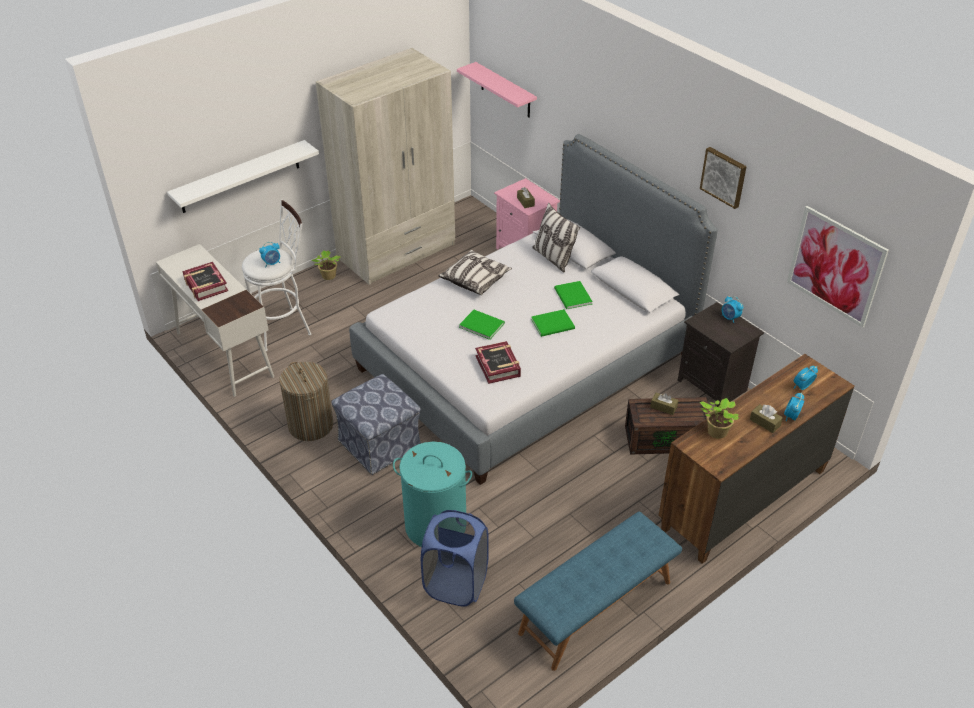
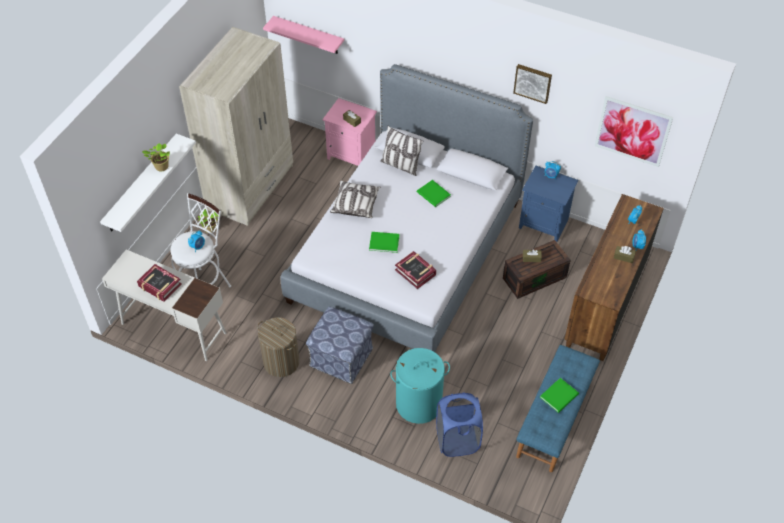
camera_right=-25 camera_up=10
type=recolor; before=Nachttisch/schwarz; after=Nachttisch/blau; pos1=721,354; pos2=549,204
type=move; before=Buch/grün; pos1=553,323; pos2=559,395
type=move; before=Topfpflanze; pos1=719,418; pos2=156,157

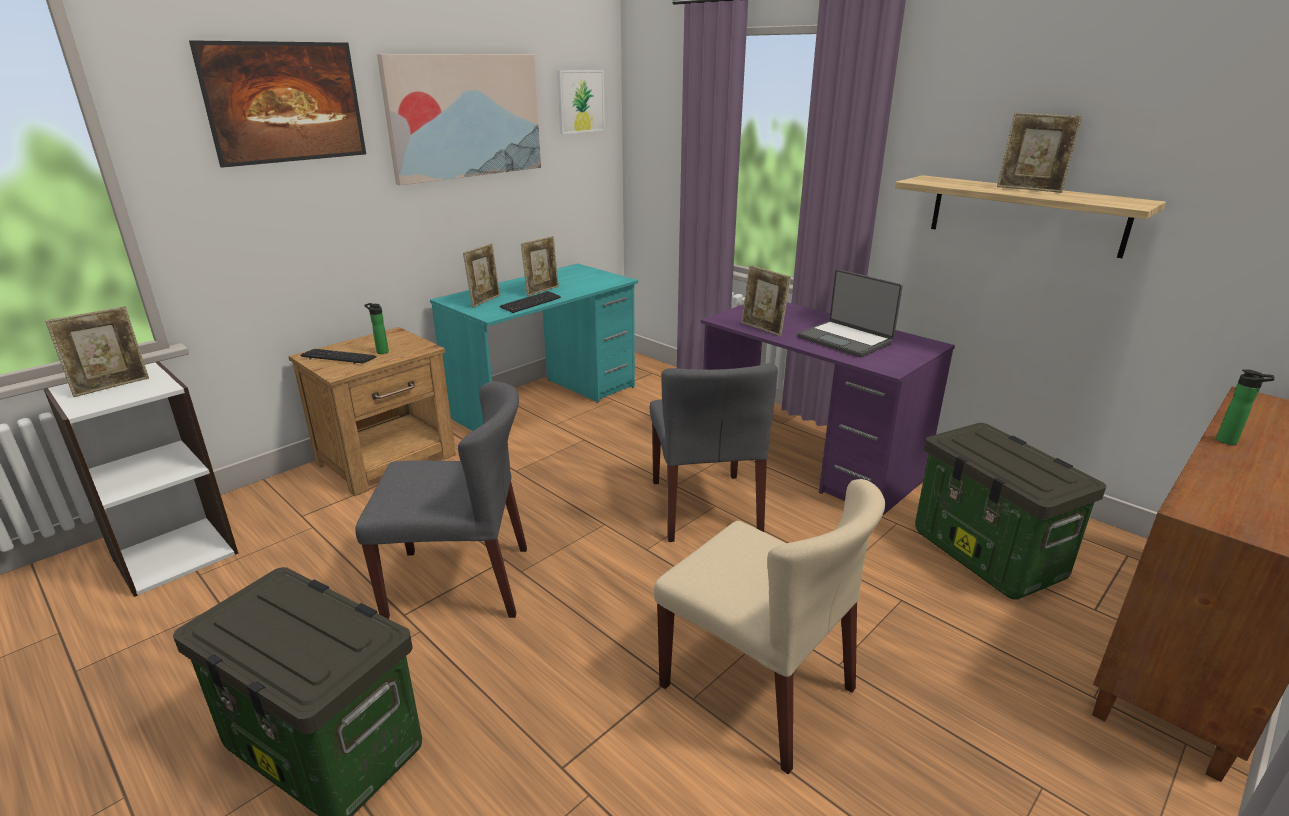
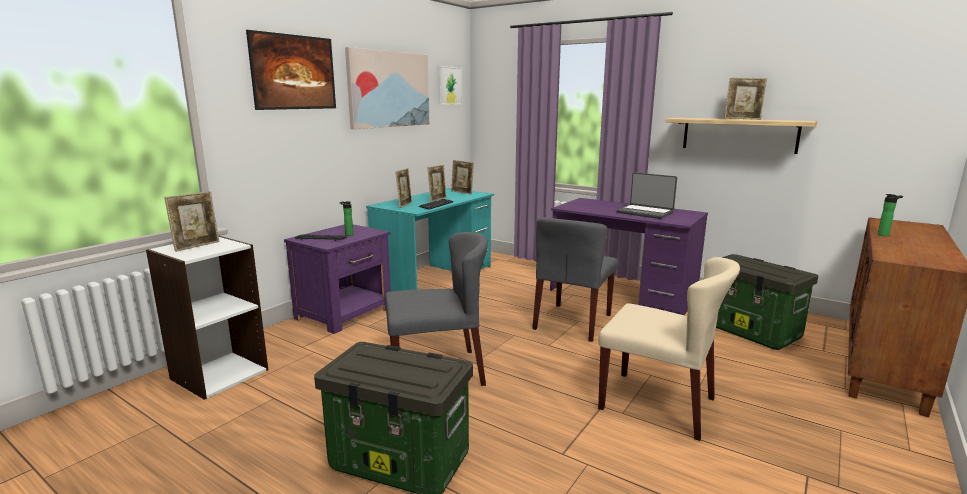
camera_right=-10 camera_up=-10
type=move; before=Bilderrahmen; pos1=766,300; pos2=462,177
type=recolor; before=Nachttisch/braun; after=Nachttisch/lila; pos1=372,411; pos2=337,279
type=rotate; before=Stuhl/grau; pos1=714,452; pos2=575,279; turn=45

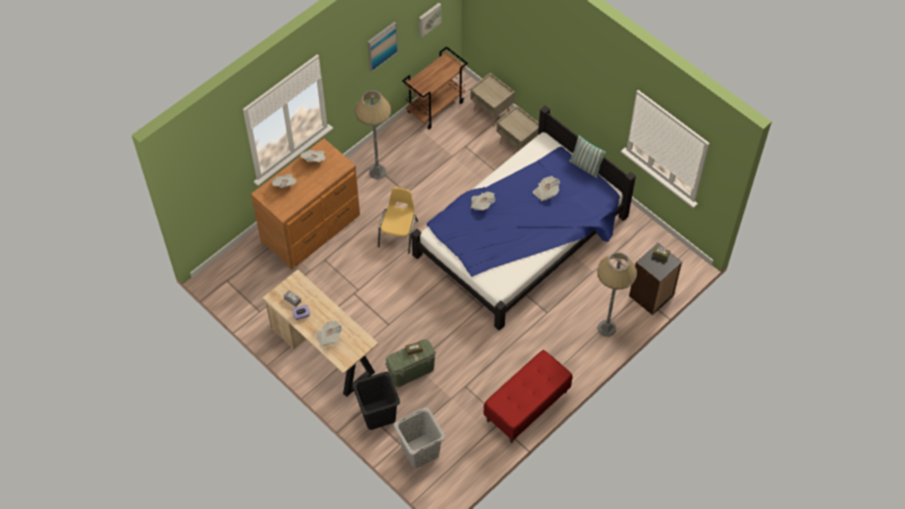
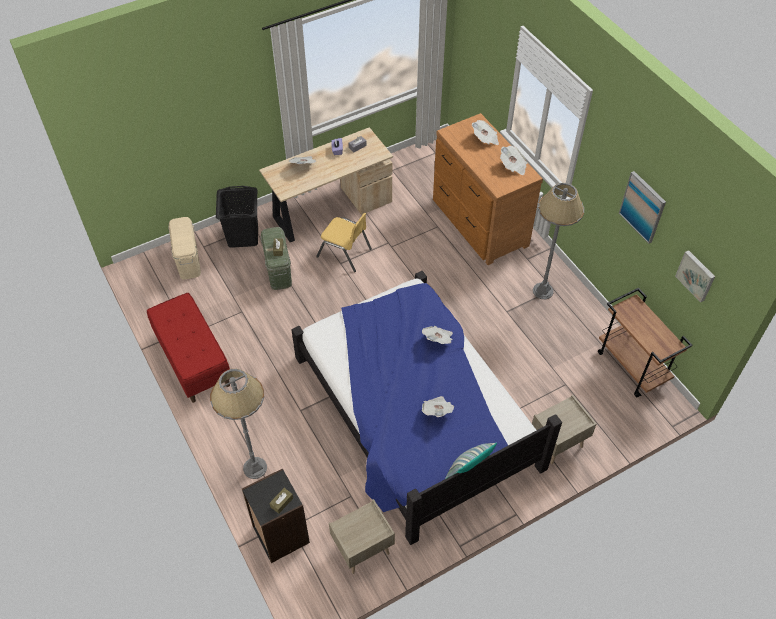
camera_right=105 camera_up=-5
type=move; before=Nachttisch/beige; pos1=492,99; pos2=362,536
type=move; before=Stuhl/gelb; pos1=398,220; pos2=344,242
type=replace; before=Wäschekorb/grau; after=Aufbewahrungsbox/beige; pos1=419,438; pos2=184,248

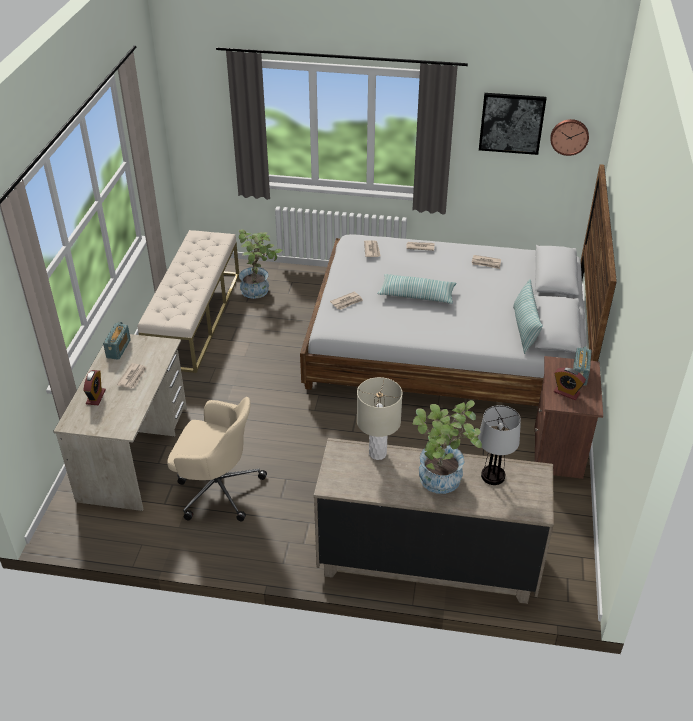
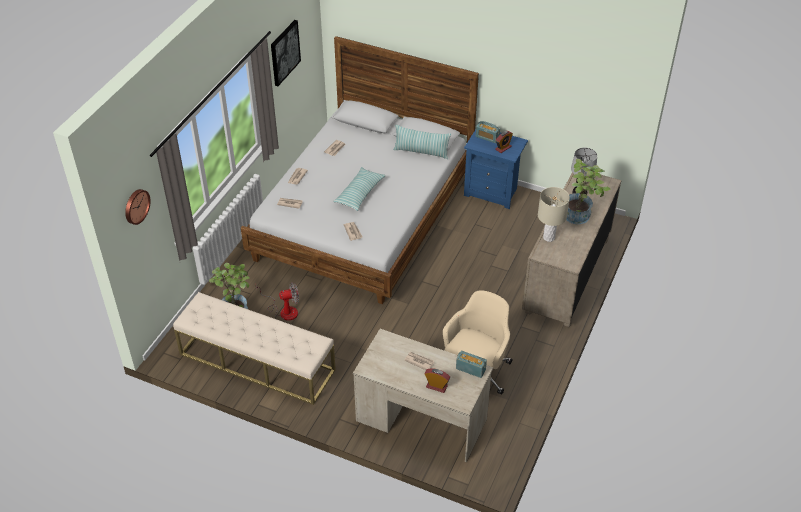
camera_right=-75 camera_up=5
type=move; before=Wanduhr; pos1=569,137; pos2=138,207
type=move; before=Radio; pos1=117,341; pos2=471,364
type=recolor; before=Nachttisch/braun; after=Nachttisch/blau; pos1=569,417; pos2=496,169
type=insert; after=Ventilator; pos2=277,301

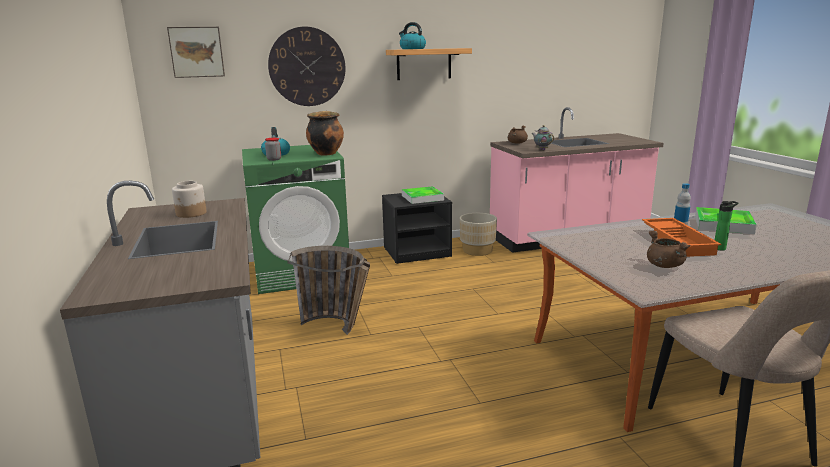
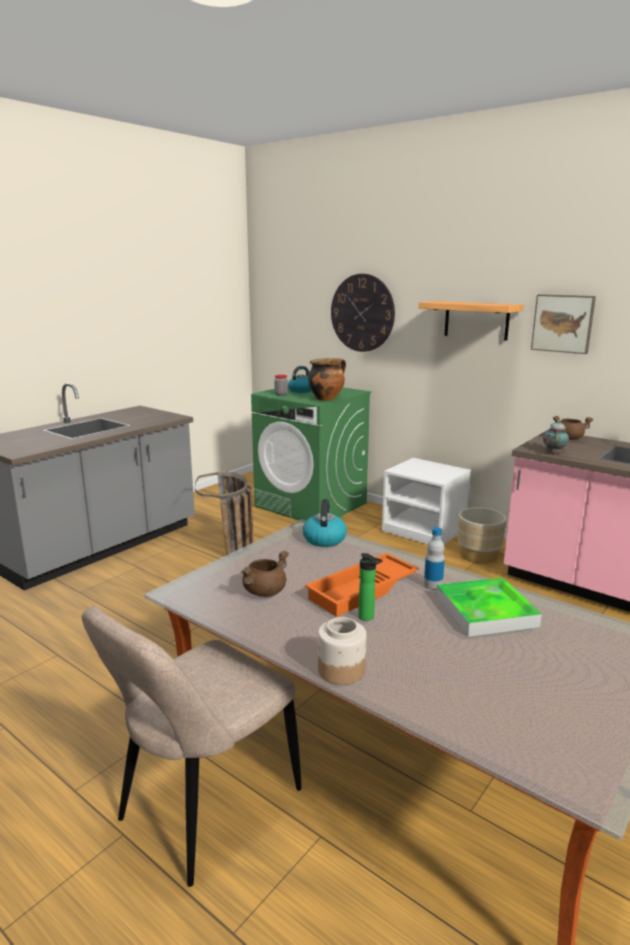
camera_right=55 camera_up=0
type=move; before=Wasserkessel; pos1=412,35; pos2=325,523
type=move; before=Bild; pos1=196,52; pos2=563,324
type=move; before=Vorratsglas; pos1=189,199; pos2=342,651
type=delete; before=Tablett; pos1=423,195
type=recolor; before=Nachttisch/schwarz; after=Nachttisch/weiß; pos1=417,228; pos2=426,501

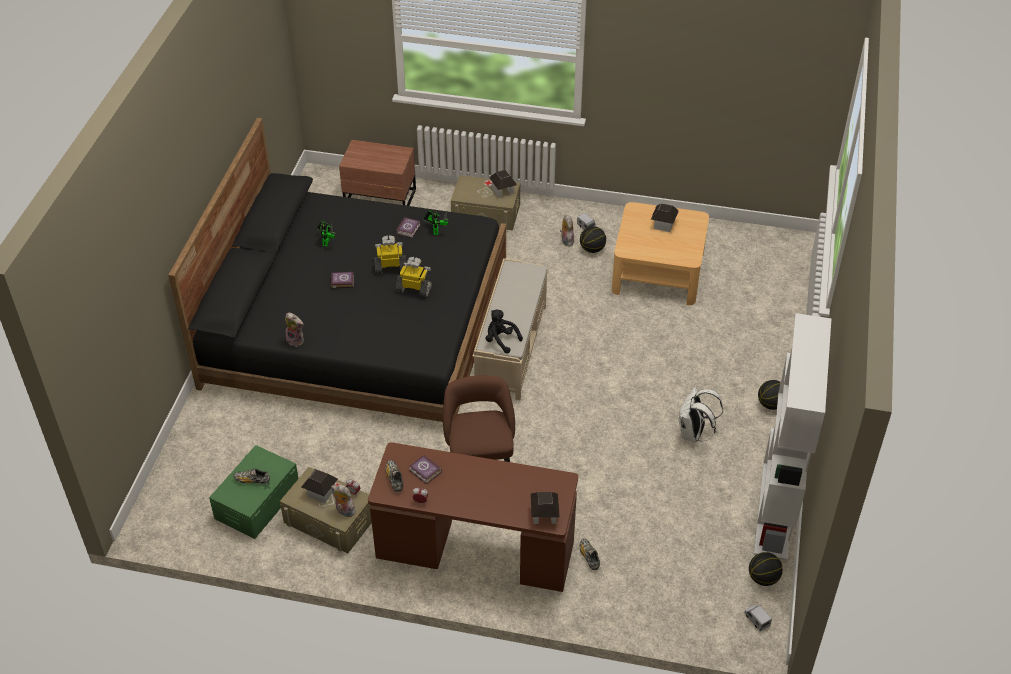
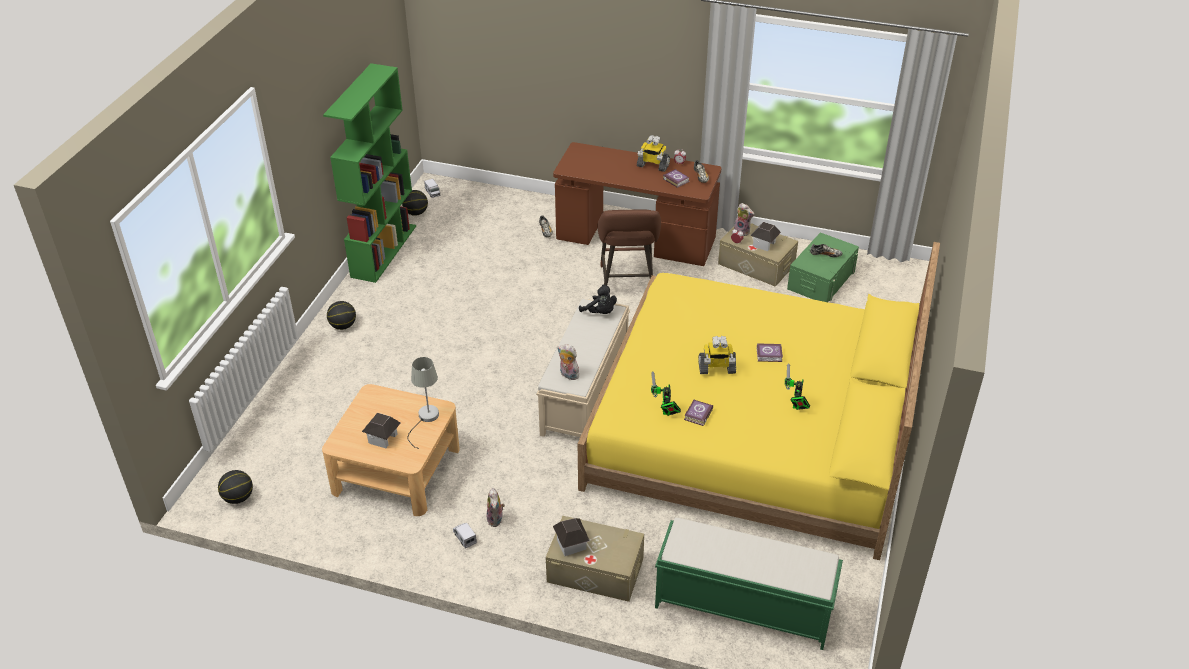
camera_right=-175 camera_up=-5
type=recolor; before=Bett/schwarz; after=Bett/gelb; pos1=337,270; pos2=759,401
type=replace; before=Nachttisch/braun; after=Bank/grün; pos1=377,173; pos2=749,584
type=move; before=Basketball; pos1=593,239; pos2=235,487
type=move; before=Spielzeugroboter; pos1=414,277; pos2=653,153
type=move; before=Plüschtier; pos1=294,330; pos2=568,362
type=recolor; before=Bücherregal/weiß; after=Bücherregal/grün; pos1=793,436; pos2=369,173
type=delete; before=Rucksack/weiß; pos1=701,414
type=delete; before=Spielzeughaus; pos1=545,508
type=insert; after=Tischlampe/grau; pos2=423,403

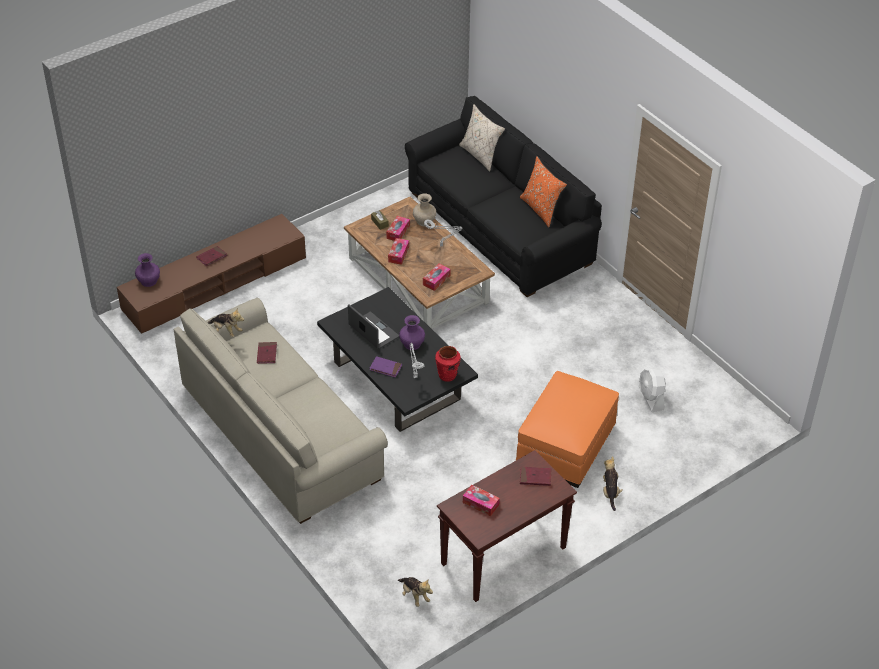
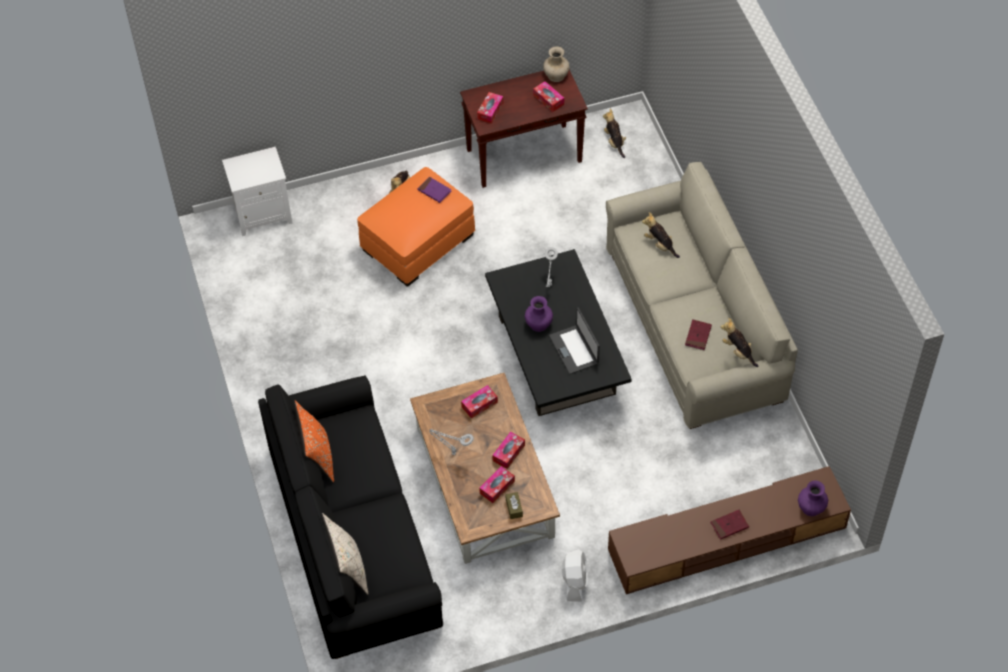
camera_right=-160 camera_up=10
type=move; before=Vase/beige; pos1=424,209; pos2=556,64
type=delete; before=Vase/rot; pos1=447,364
type=move; before=Buch/lila; pos1=386,367; pos2=434,190
type=move; before=Ventilator/weiß; pos1=652,389; pos2=575,575
type=replace; before=Buch/rot; after=Taschentuchbox; pos1=536,476; pos2=490,108
type=insert; after=Nachttisch/weiß; pos2=257,191
type=insert; after=Plüschtier; pos2=661,235

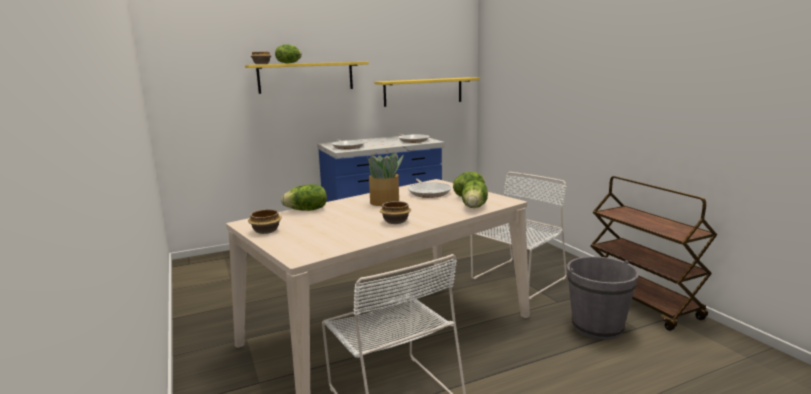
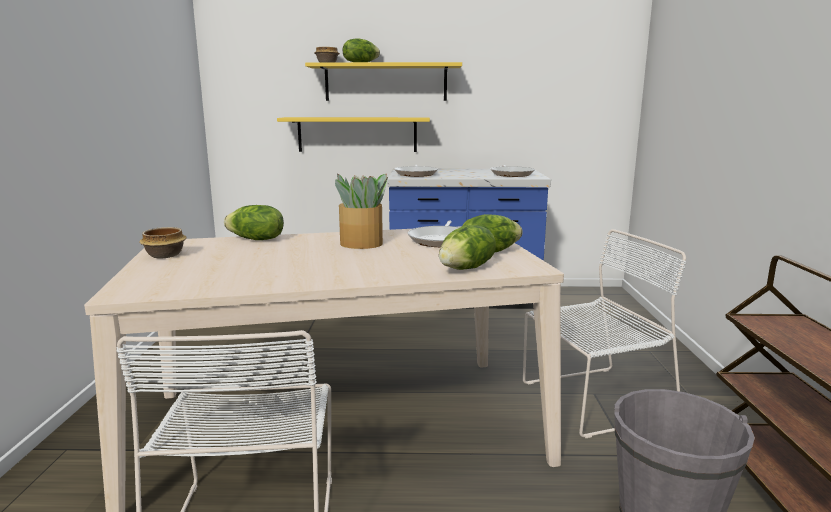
camera_right=25 camera_up=0
type=move; before=Wandregal/gelb; pos1=427,92; pos2=353,134
type=delete; before=Schüssel; pos1=395,212

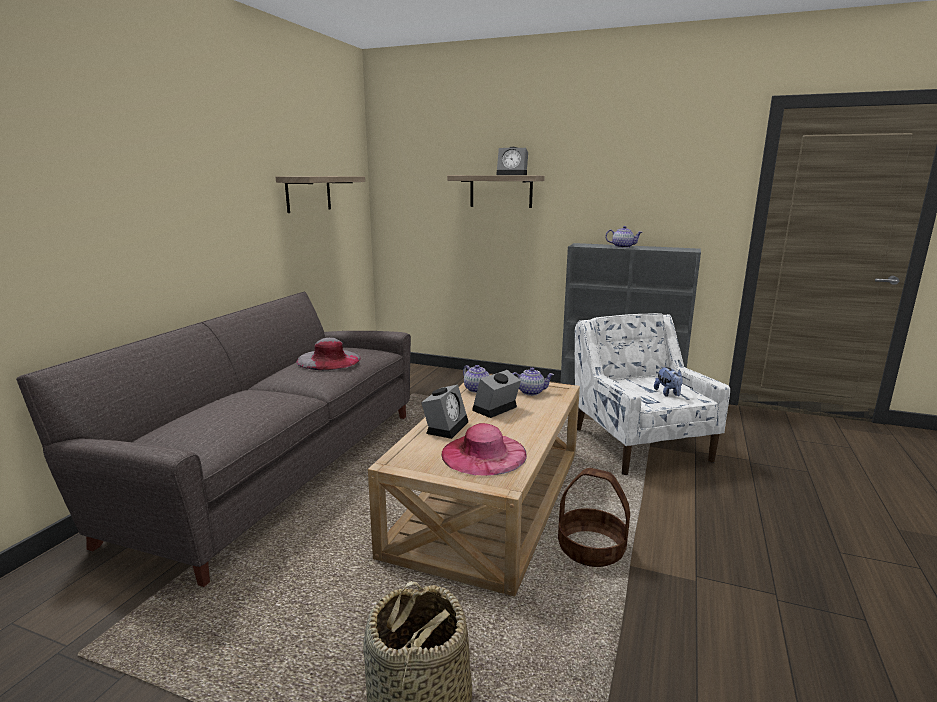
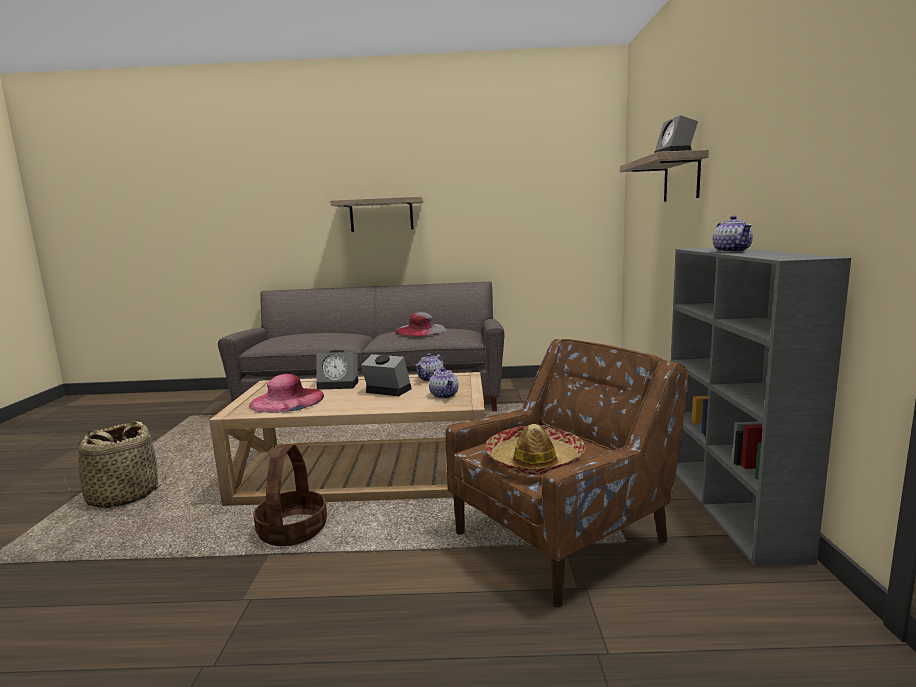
camera_right=70 camera_up=-5
type=move; before=Wandregal; pos1=320,194; pos2=376,214
type=recolor; before=Sessel/weiß; after=Sessel/braun; pos1=652,394; pos2=567,473
type=replace; before=Plüschtier; after=Hut; pos1=668,381; pos2=535,449

